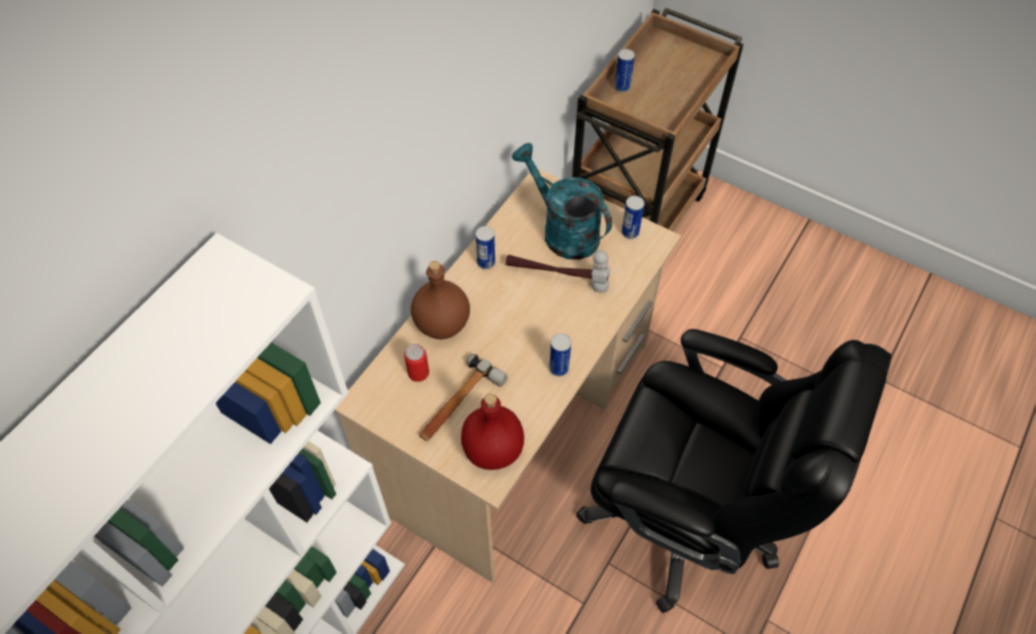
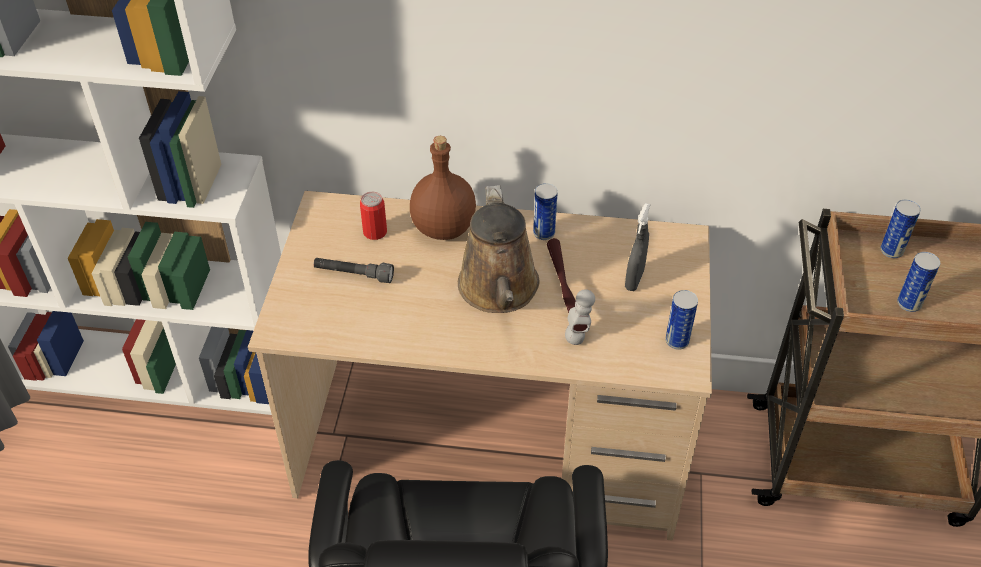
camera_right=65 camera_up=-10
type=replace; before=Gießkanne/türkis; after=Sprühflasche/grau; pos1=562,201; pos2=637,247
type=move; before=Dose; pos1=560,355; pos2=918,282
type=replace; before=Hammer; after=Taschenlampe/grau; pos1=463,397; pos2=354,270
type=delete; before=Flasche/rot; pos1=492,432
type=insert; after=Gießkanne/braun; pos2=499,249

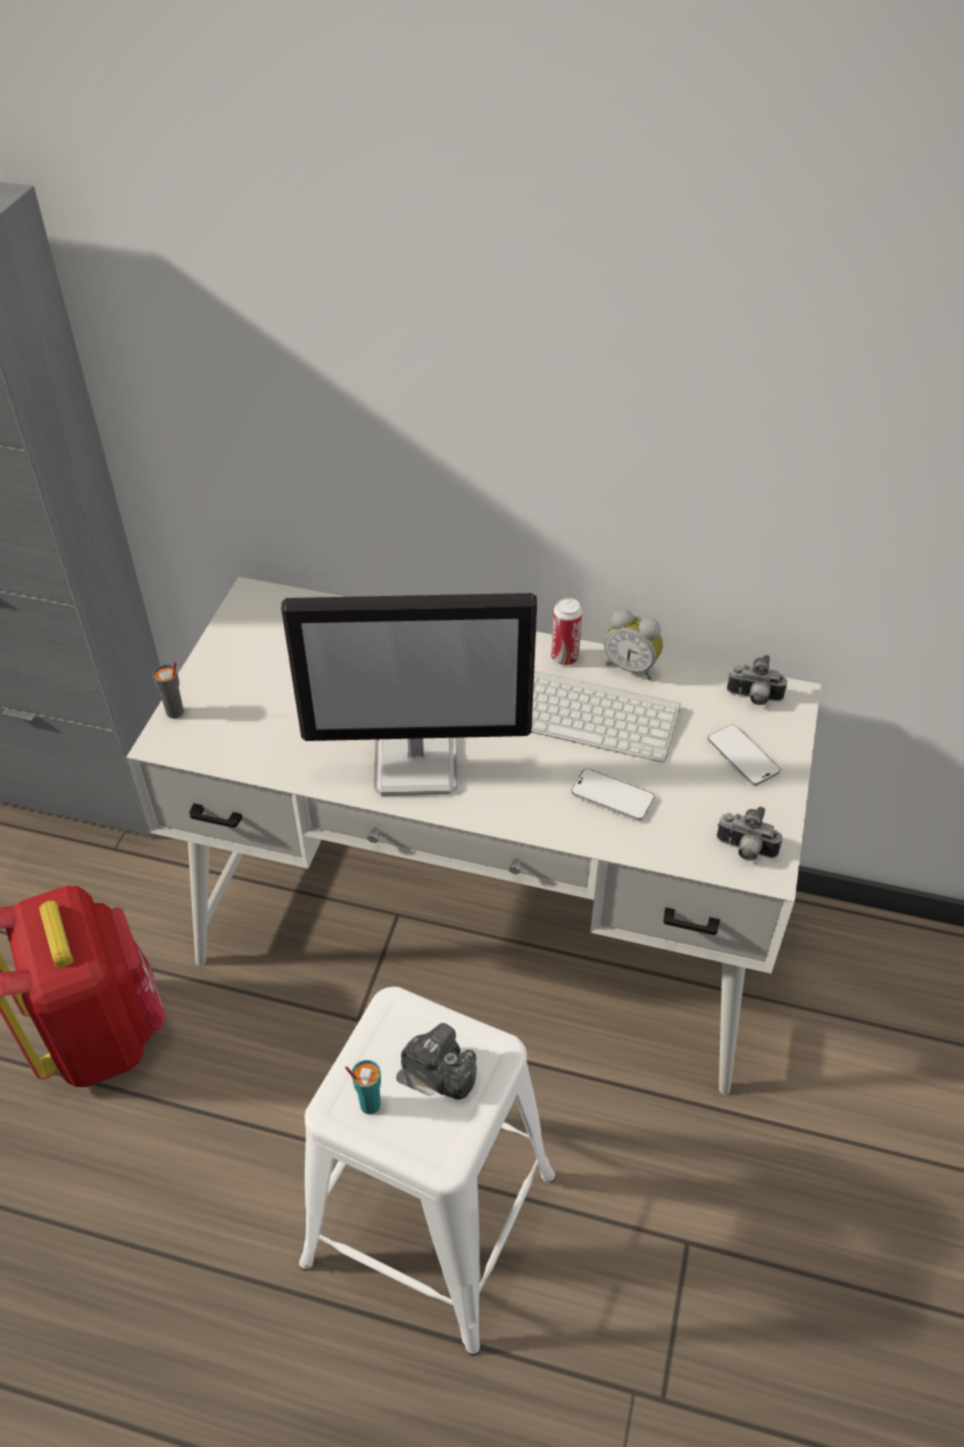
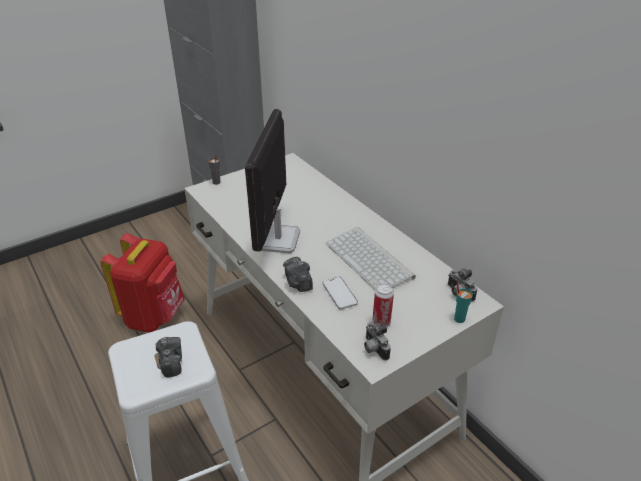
camera_right=40 camera_up=-10
type=rotate; before=Monitor; pos1=409,694; pos2=272,181; turn=60
type=move; before=Dose; pos1=566,631; pos2=383,305
type=delete; before=Wecker; pos1=633,644
type=delete; before=Handy; pos1=744,755
type=move; before=Tasse/türkis; pos1=363,1087; pos2=463,302
type=insert; after=Kamera; pos2=298,274

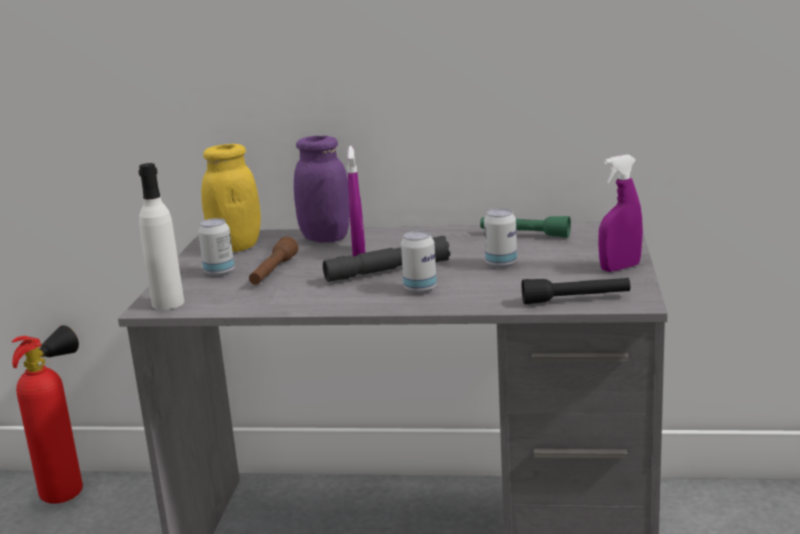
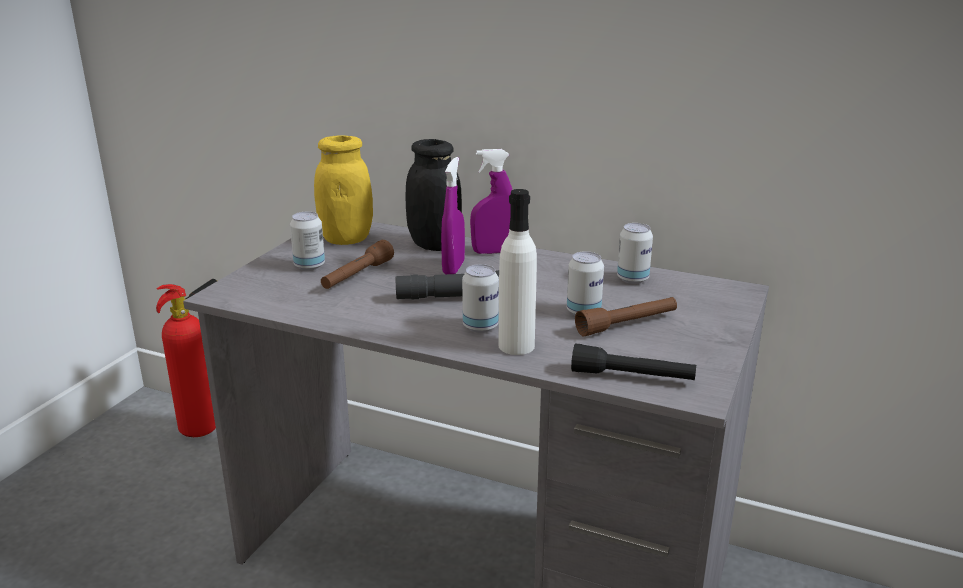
camera_right=15 camera_up=5
type=recolor; before=Vorratsglas/lila; after=Vorratsglas/schwarz; pos1=322,189; pos2=434,195
type=move; before=Sprühflasche/lila; pos1=620,213; pos2=491,201
type=move; before=Flasche/weiß; pos1=161,236; pos2=518,272
type=replace; before=Taschenlampe/grün; after=Dose; pos1=525,227; pos2=635,253
type=insert; after=Taschenlampe/braun; pos2=626,316

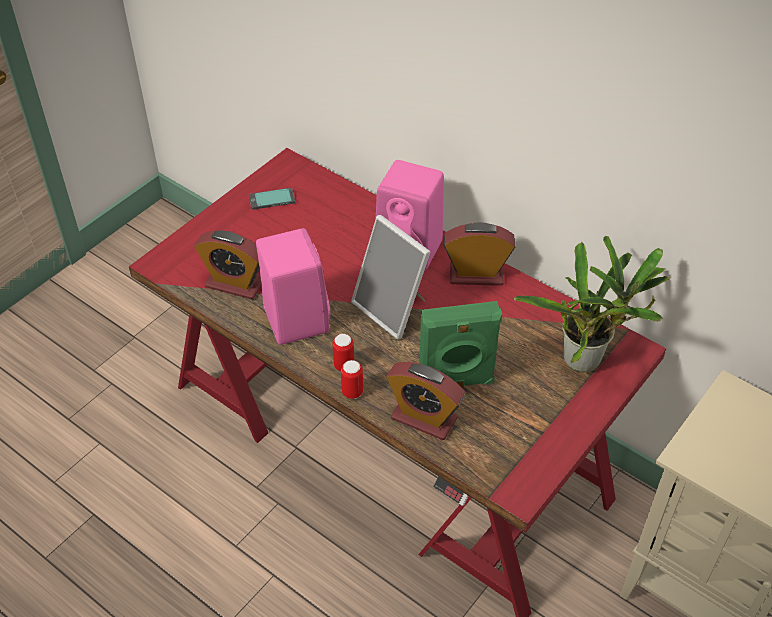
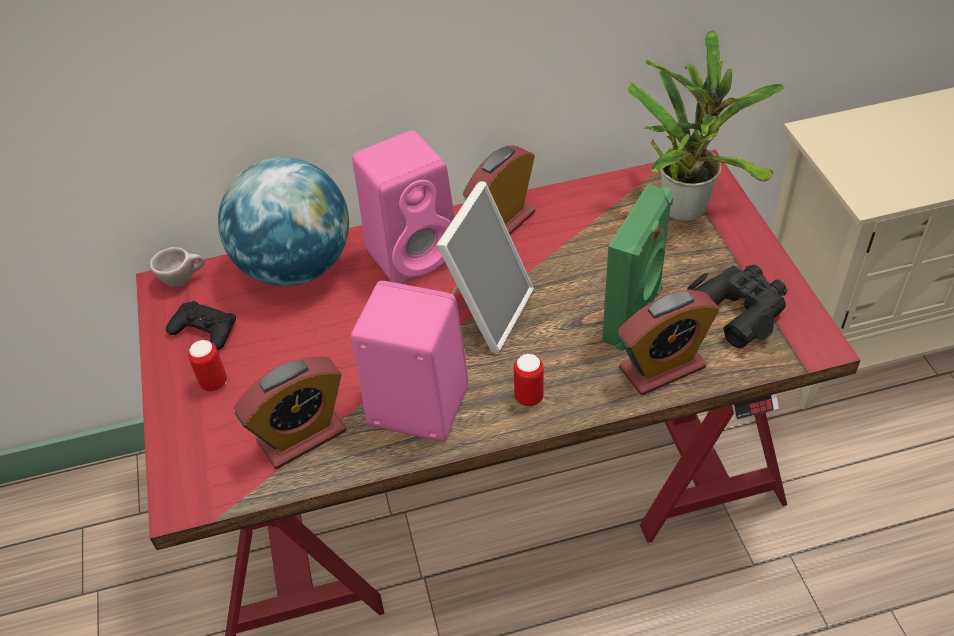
camera_right=-50 camera_up=0
type=replace; before=Handy; after=Gamepad/schwarz; pos1=272,199; pos2=201,325
type=rotate; before=Bilderrahmen; pos1=391,277; pos2=485,267; turn=-60
type=move; before=Dose; pos1=352,379; pos2=207,365
type=insert; after=Globus; pos2=283,221
type=insert; after=Tasse/beige; pos2=177,267
type=insert; after=Fernglas/schwarz; pos2=737,306

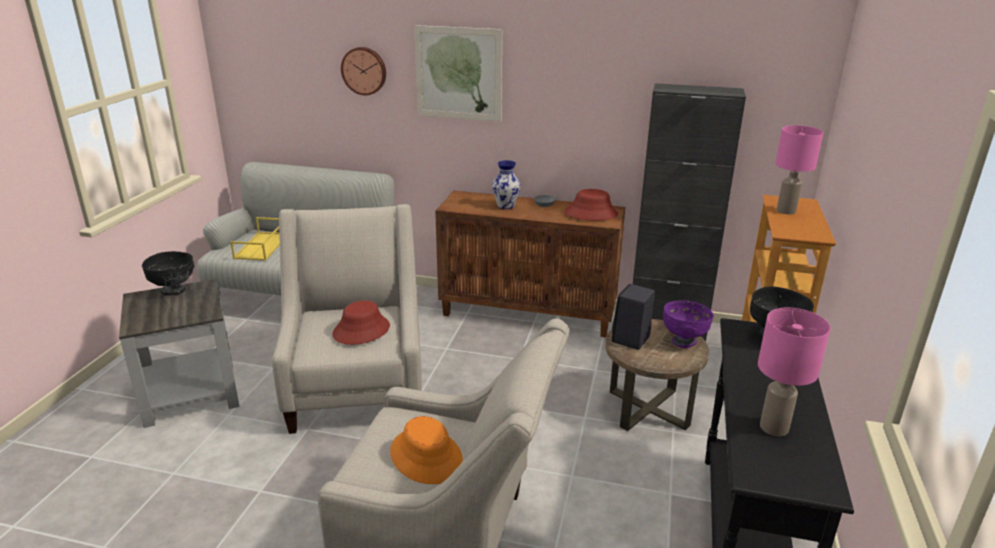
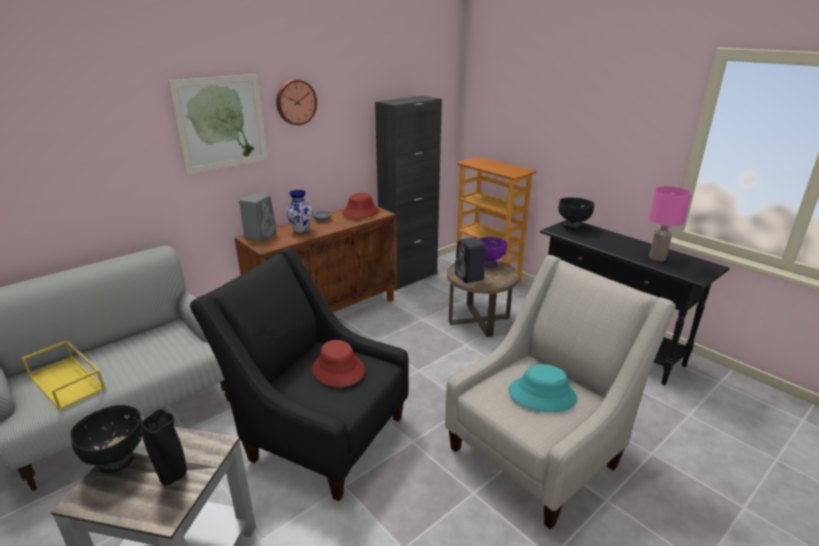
camera_right=-55 camera_up=0
type=move; before=Wanduhr; pos1=363,71; pos2=296,102
type=delete; before=Tischlampe/rosa; pos1=800,169
type=recolor; before=Sessel/beige; after=Sessel/schwarz; pos1=347,319; pos2=299,374
type=recolor; before=Hut/orange; after=Hut/türkis; pos1=426,450; pos2=542,388
type=insert; after=Lautsprecher/grau; pos2=257,218
type=insert; after=Vase/schwarz; pos2=164,447

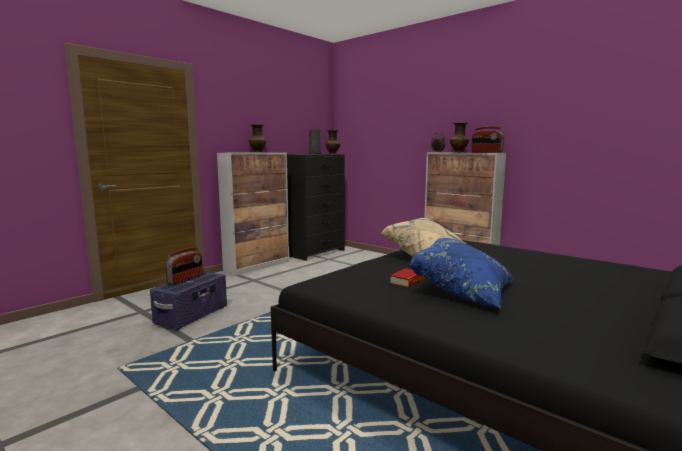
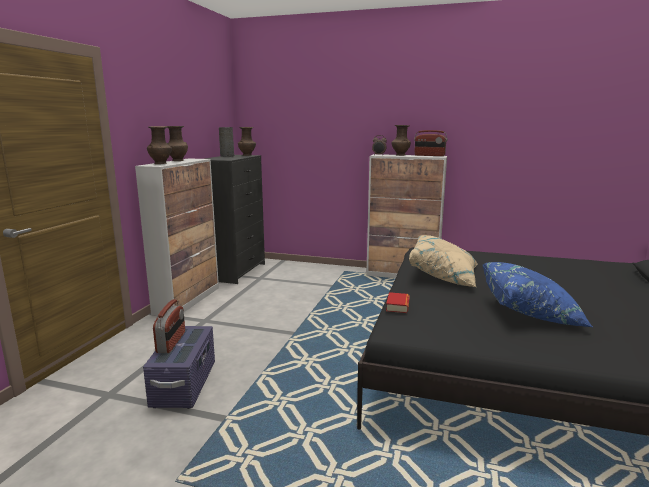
camera_right=-25 camera_up=5
type=move; before=Buch; pos1=407,278; pos2=398,302
type=insert; after=Vase/braun; pos2=159,145

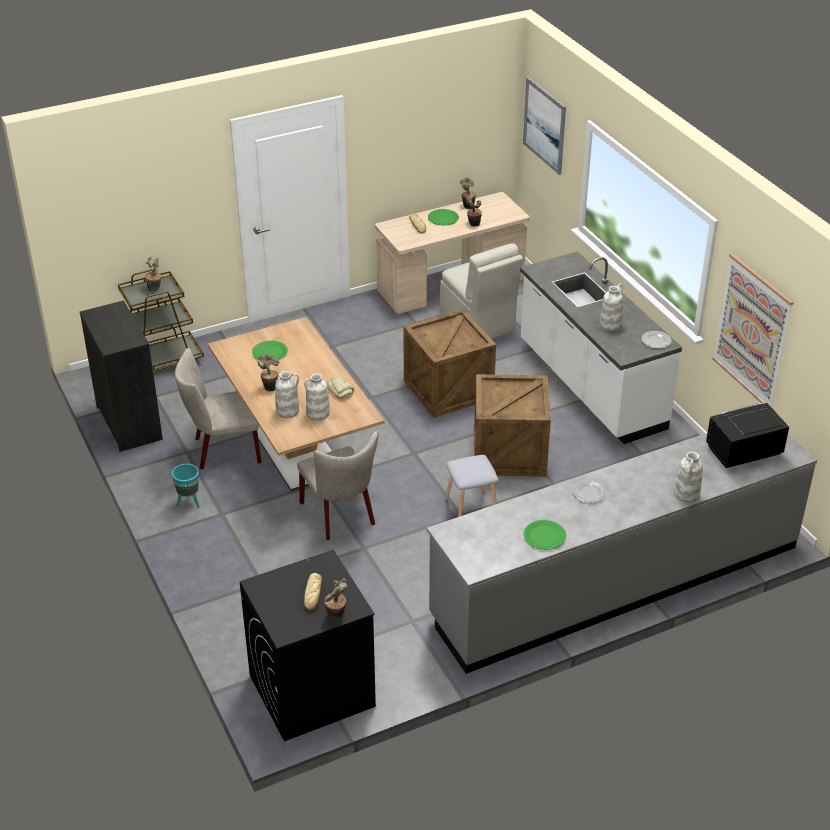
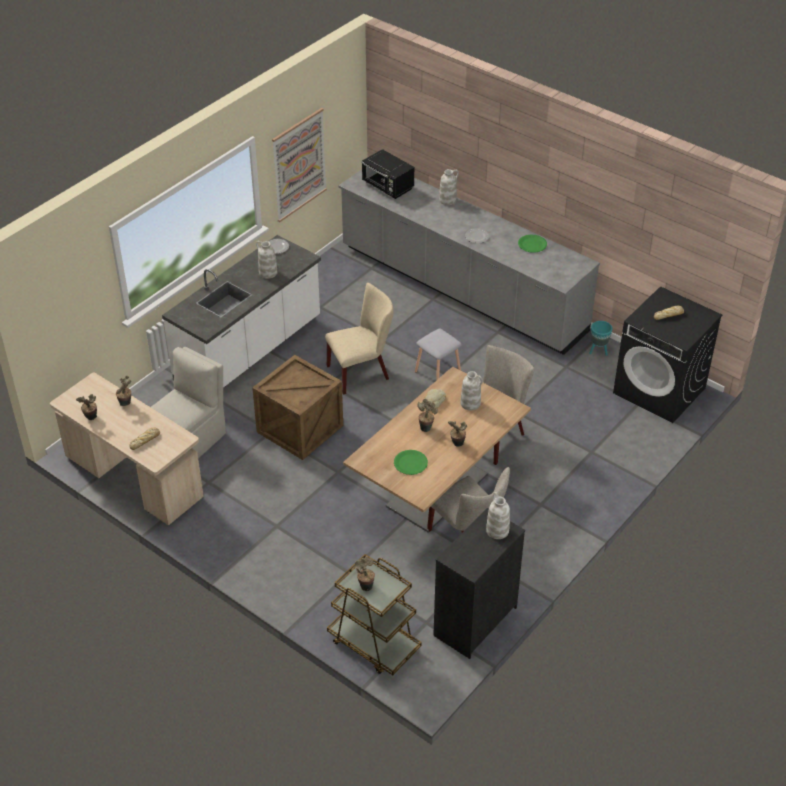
camera_right=-115 camera_up=5
type=delete; before=Bild; pos1=544,126
type=delete; before=Teller/grün; pos1=443,217
type=move; before=Vase/weiß; pos1=287,394; pos2=498,515
type=replace; before=Kiste; after=Stuhl/beige; pos1=512,425; pos2=359,339
type=move; before=Pflanzkübel/türkis; pos1=186,486; pos2=600,338
type=move; before=Topfpflanze; pos1=336,598; pos2=427,415

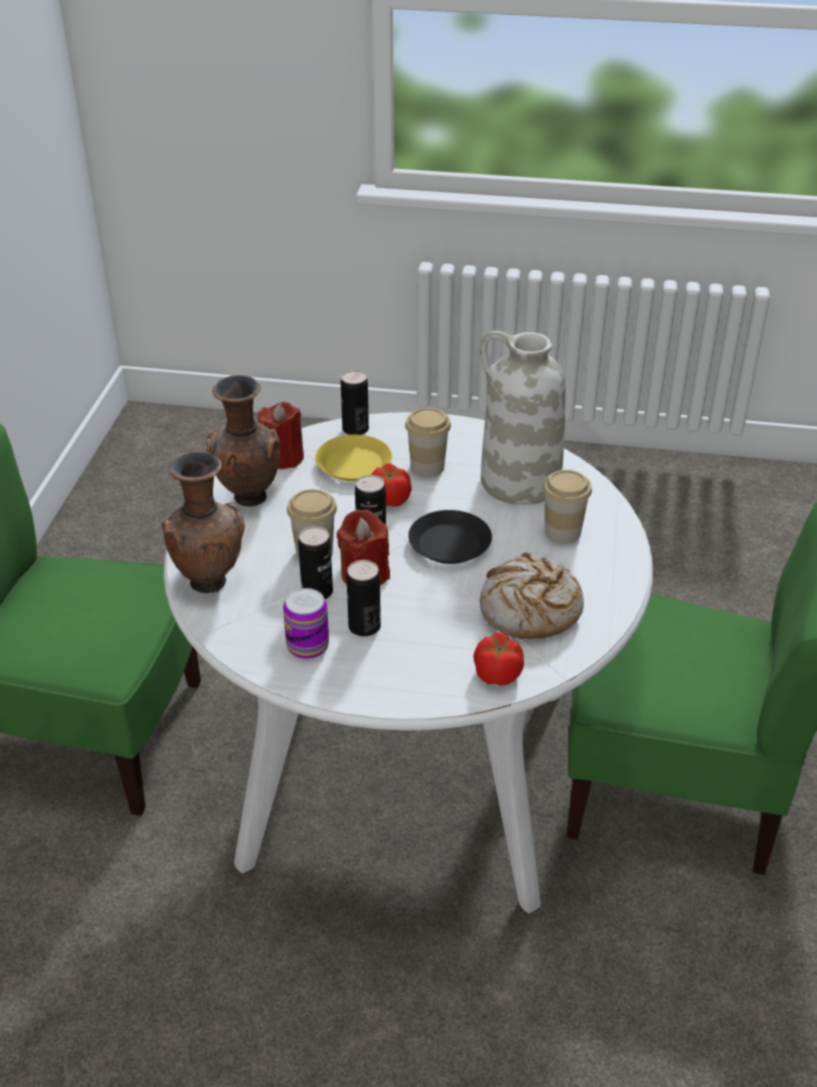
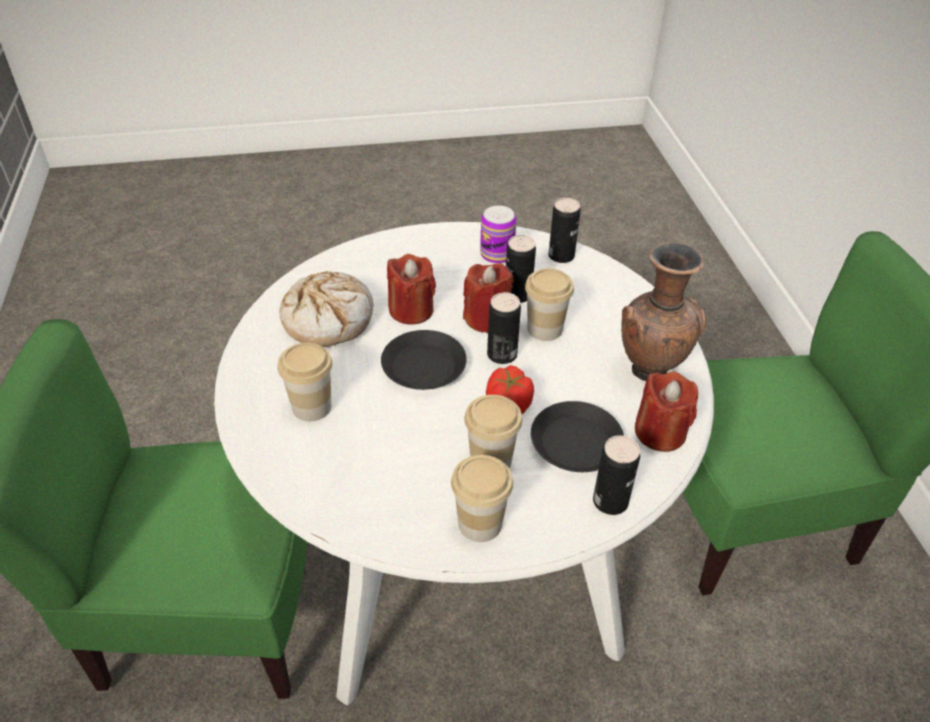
camera_right=160 camera_up=5
type=delete; before=Vase/weiß; pos1=523,418
type=recolor; before=Teller/gelb; after=Teller/schwarz; pos1=353,458; pos2=577,436
type=delete; before=Vase/braun; pos1=203,522
type=move; before=Dose; pos1=363,598; pos2=564,230
type=delete; before=Tomate; pos1=499,659
type=insert; after=Kerze/rot; pos2=411,289
type=insert; after=Tasse; pos2=482,498

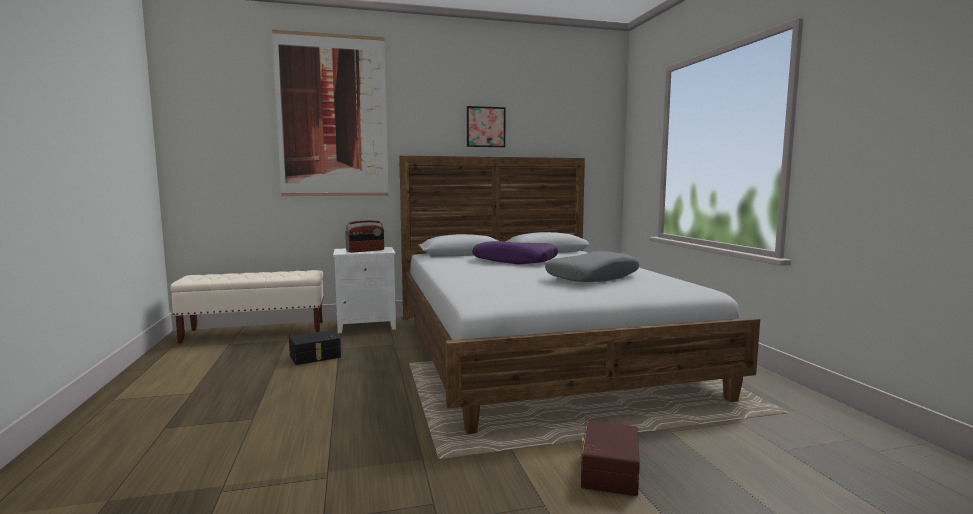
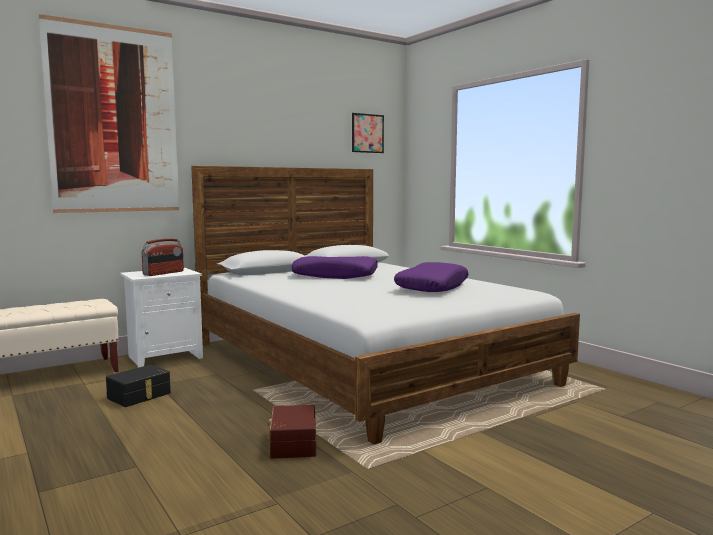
camera_right=-20 camera_up=0
type=move; before=Bild; pos1=486,126; pos2=368,133
type=recolor; before=Kissen/grau; after=Kissen/lila; pos1=592,266; pos2=431,277
type=move; before=Aufbewahrungsbox/braun; pos1=609,458; pos2=291,432

